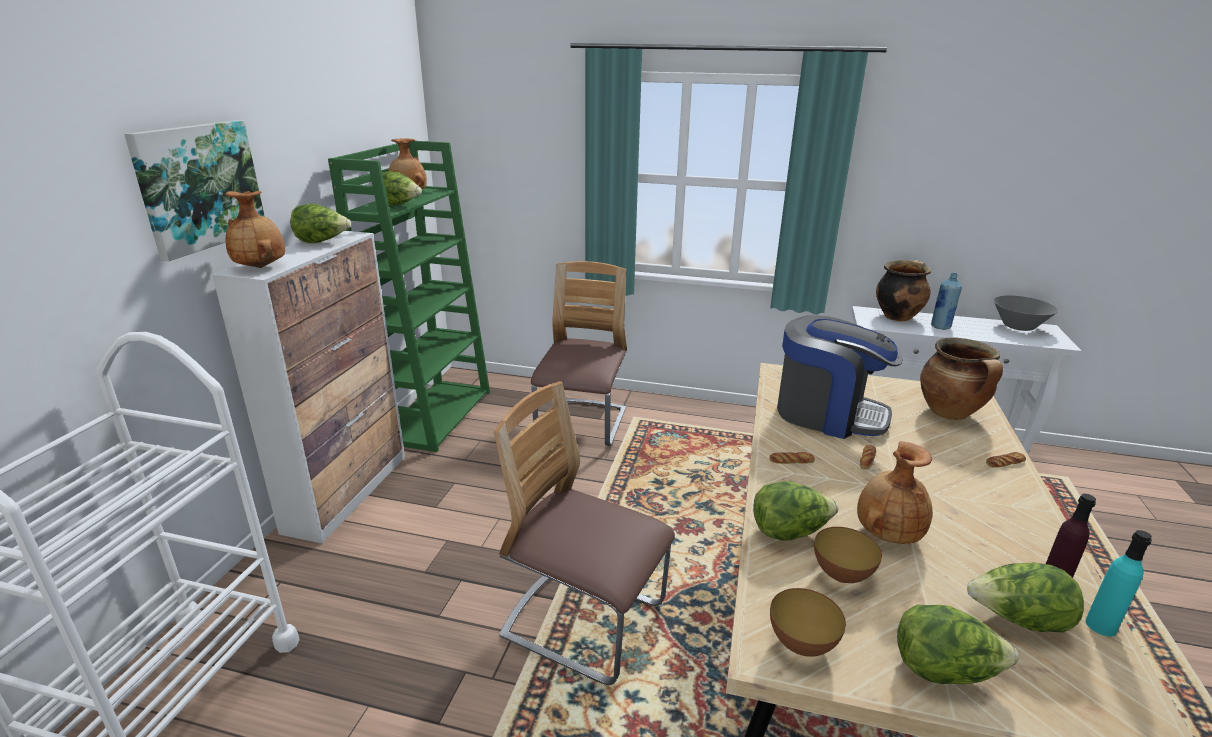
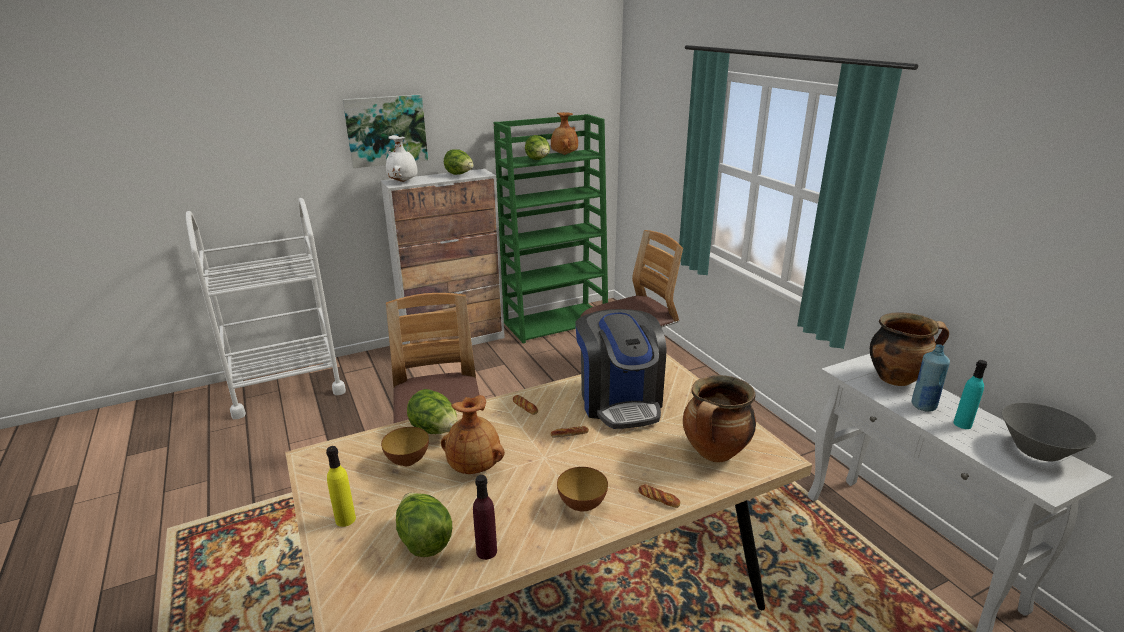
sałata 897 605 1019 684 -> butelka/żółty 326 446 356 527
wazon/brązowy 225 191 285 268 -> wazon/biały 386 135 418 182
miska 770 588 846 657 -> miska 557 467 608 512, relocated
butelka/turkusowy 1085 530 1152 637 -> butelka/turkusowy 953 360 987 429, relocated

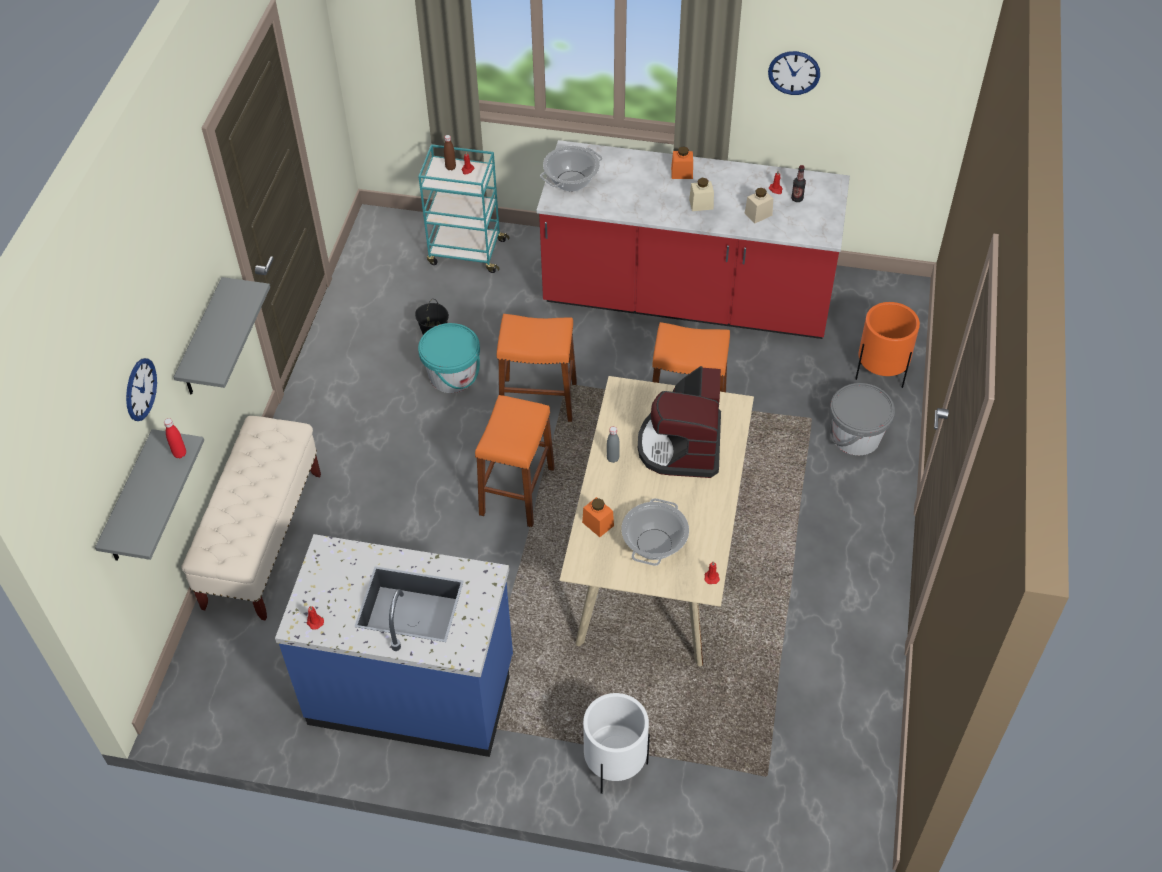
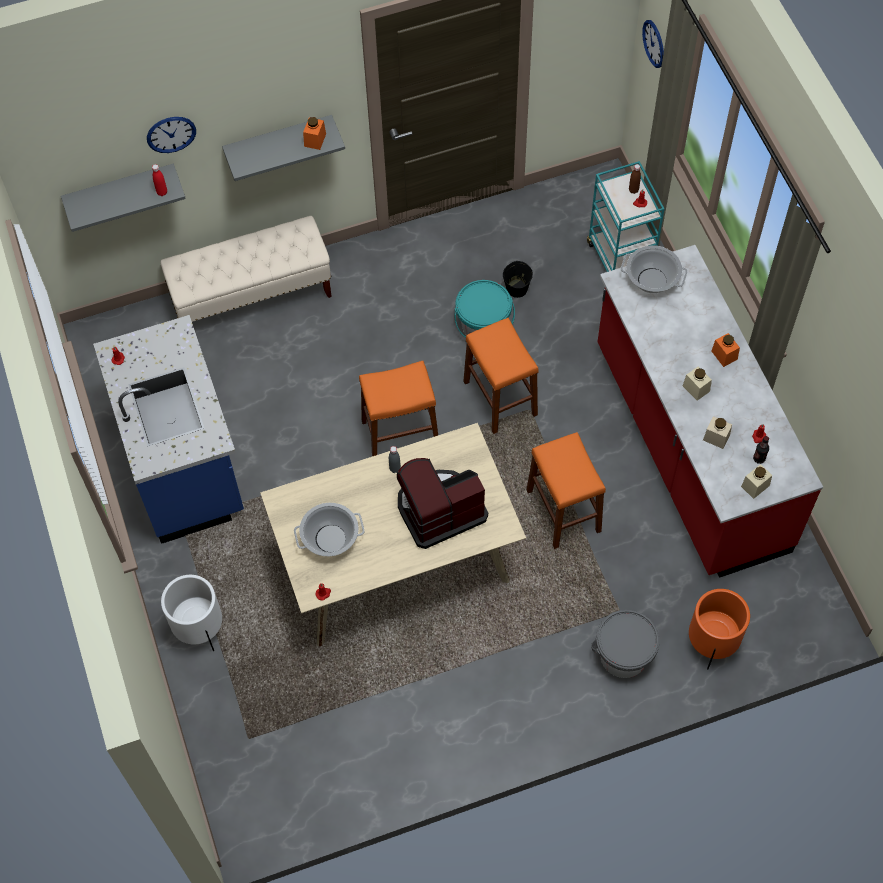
słoik/pomarańczowy 582 497 614 537 -> słoik/pomarańczowy 303 117 326 150, relocated
zegar ścienny 768 51 820 95 -> zegar ścienny 642 20 664 68, relocated
none -> słoik/beżowy 741 464 772 499

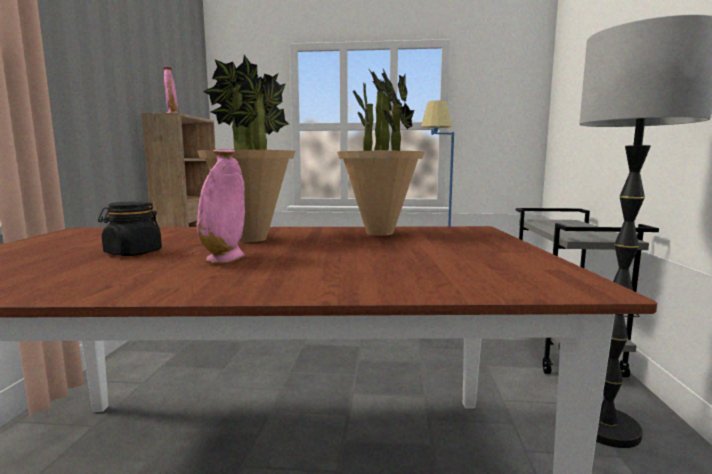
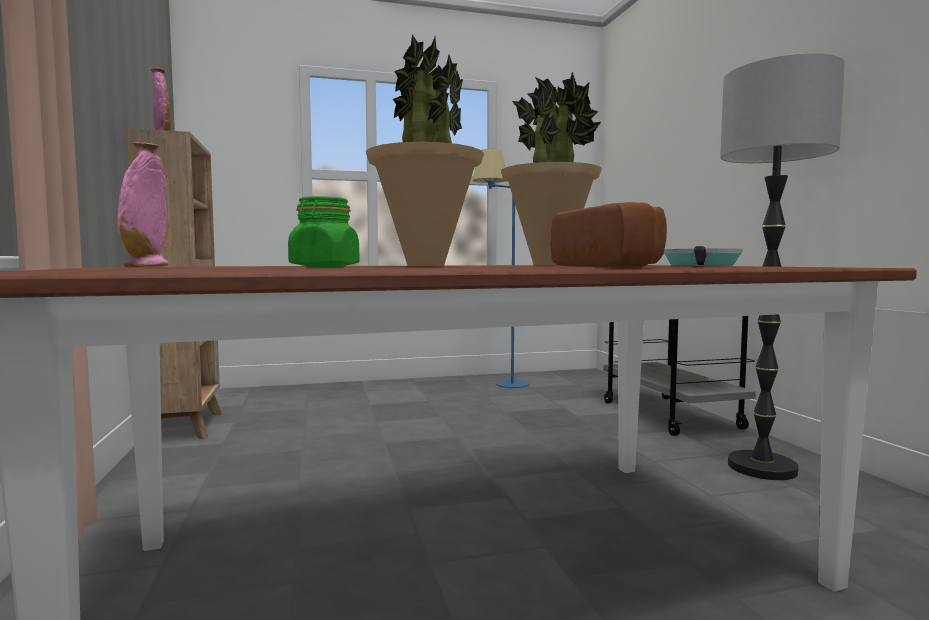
wazon/różowy 197 150 245 264 -> wazon/różowy 117 142 169 267, relocated
słoik/czarny 98 201 162 256 -> słoik/zielony 288 196 360 268
none -> chleb 550 202 667 268
none -> patelnia 664 246 742 266

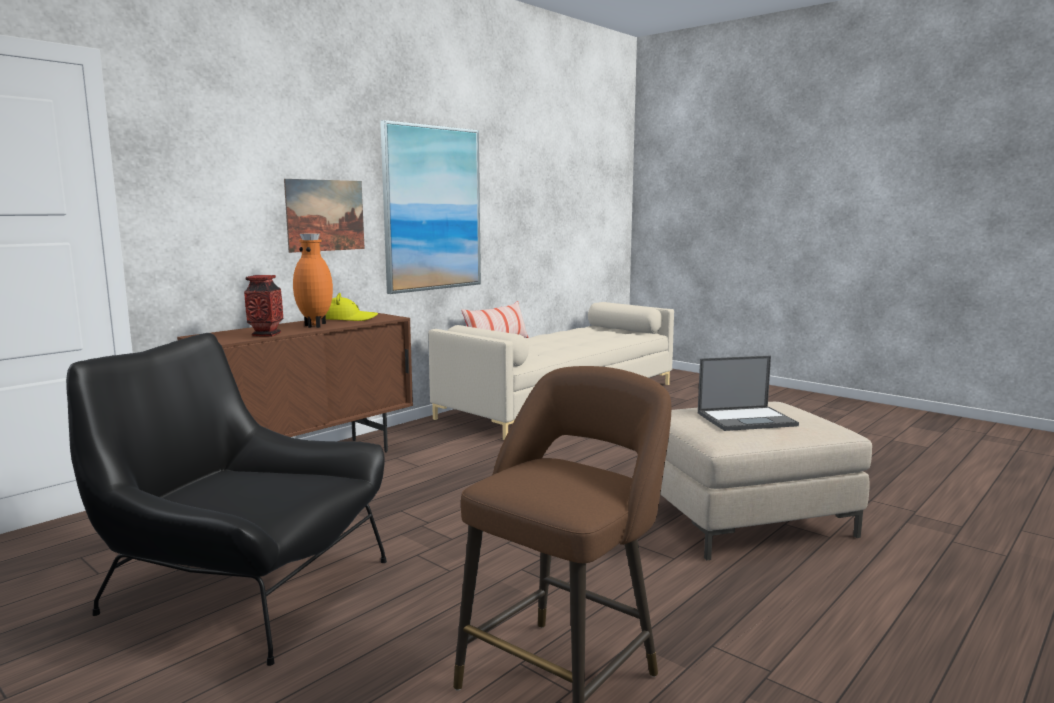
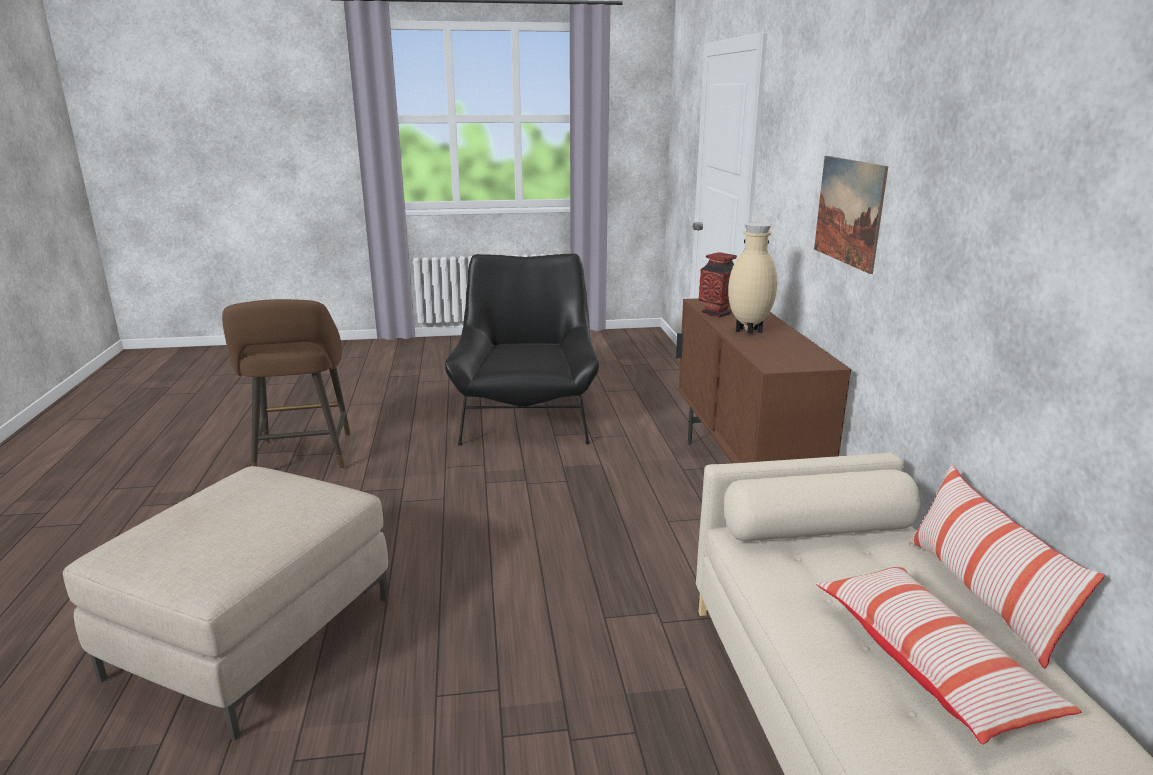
fotel/czarny 66 333 387 666 -> fotel/czarny 445 254 599 446, 60 degrees counterclockwise
wazon/pomarańczowy 293 233 333 328 -> wazon/beżowy 728 223 777 333
none -> poduszka 816 565 1081 744
kapelusz/żółty 326 293 378 321 -> none
obraz 380 120 481 294 -> none
laptop 698 356 799 431 -> none

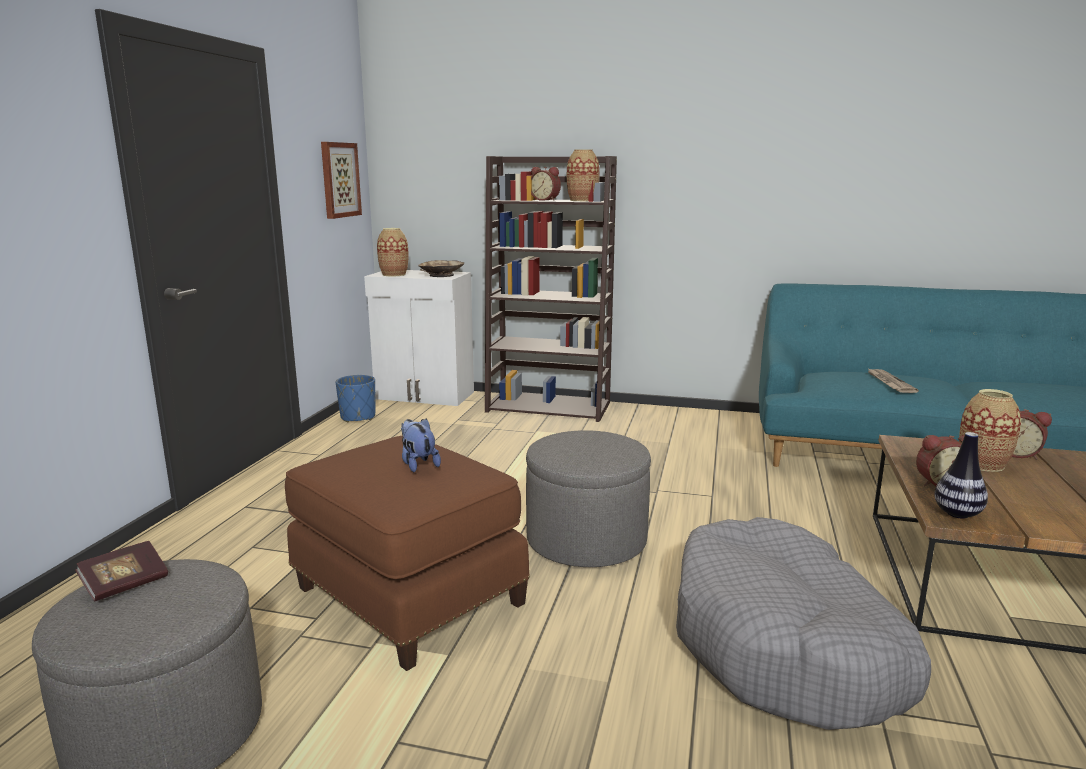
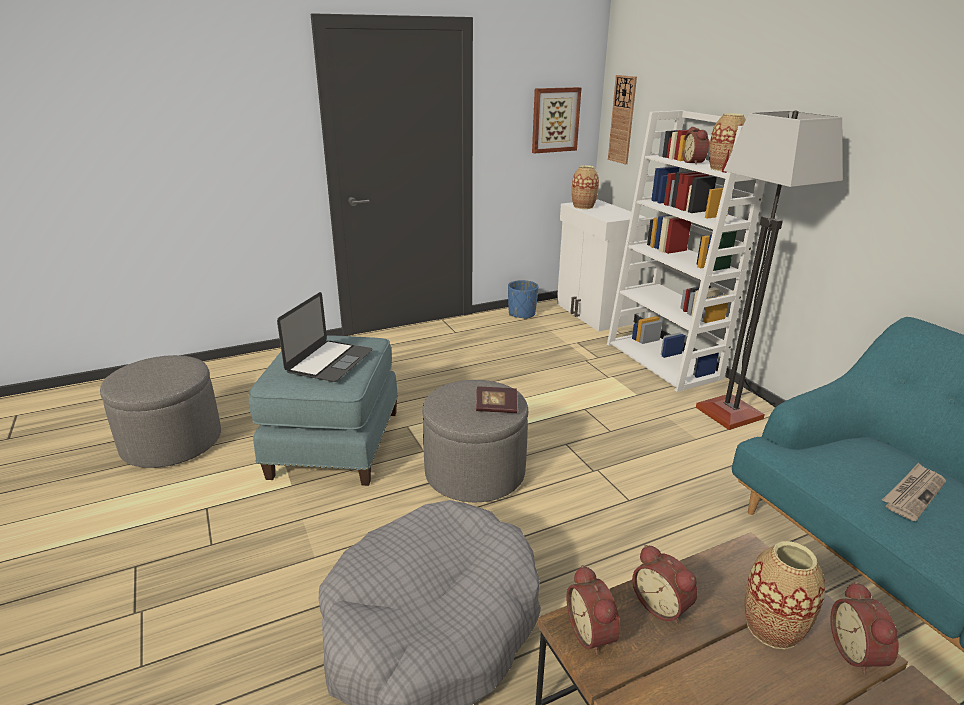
pufa/brązowy 285 436 530 671 -> pufa/niebieski 249 335 398 486
pluszak 401 418 441 472 -> laptop 277 292 373 382
książka 75 541 168 602 -> książka 476 387 517 413, relocated
wazon 935 432 988 519 -> budzik 567 565 620 656
regał/brązowy 485 156 617 422 -> regał/biały 607 110 765 392
none -> zegar ścienny 608 75 637 164
none -> lampa stojąca 696 110 843 430
miska/beżowy 418 260 464 277 -> none

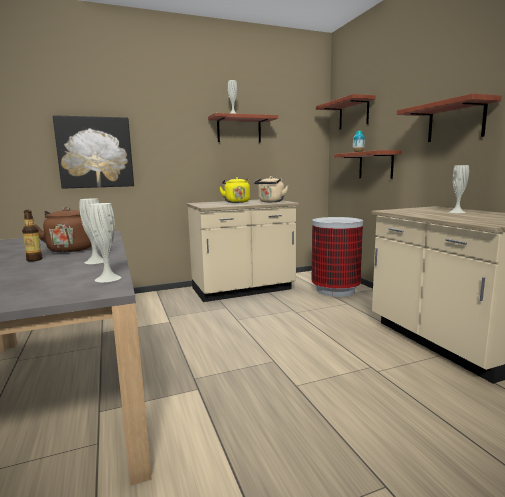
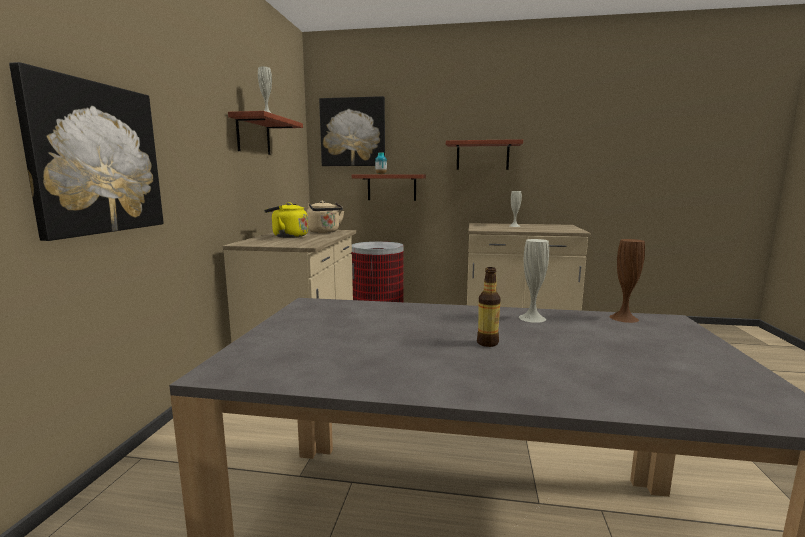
półka 316 94 376 130 -> obraz 319 96 385 166
wazon/biały 89 203 121 282 -> wazon/brązowy 609 239 645 323
czajnik/brązowy 34 207 92 253 -> none

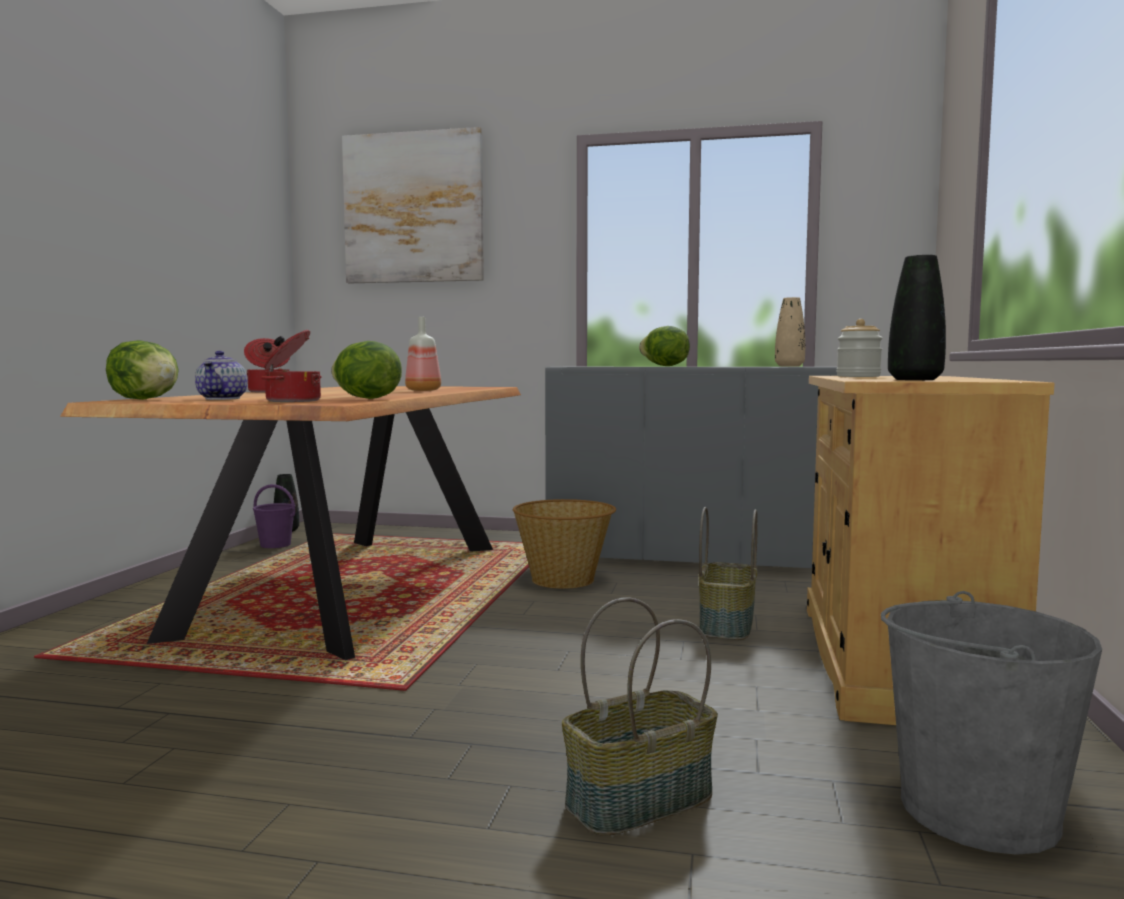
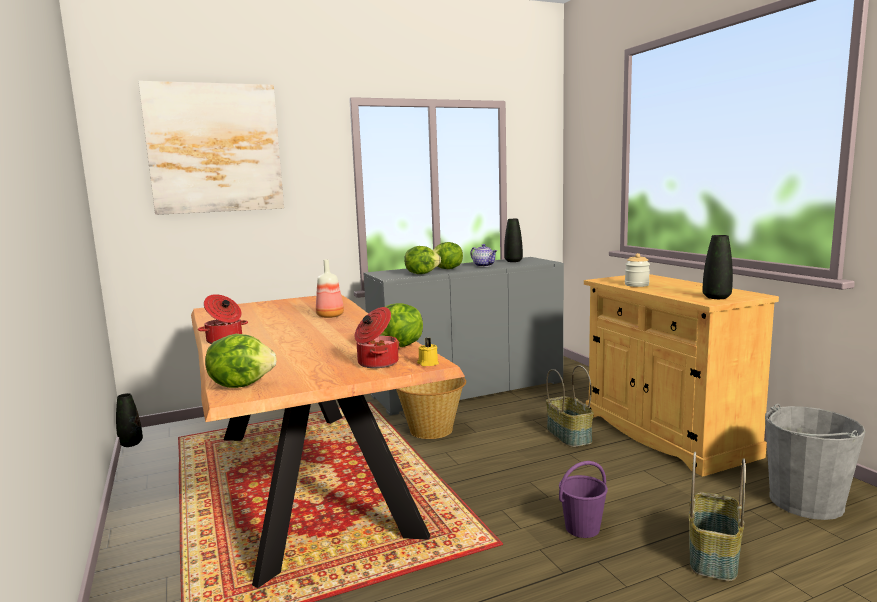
none -> sałata 404 246 441 274
none -> świeca/żółty 417 337 439 366
imbryk 195 351 248 400 -> imbryk 470 244 497 267, relocated
wazon/beżowy 775 297 805 366 -> wazon/czarny 504 219 523 262
wiadro/fioletowy 253 484 295 548 -> wiadro/fioletowy 559 461 608 538, relocated

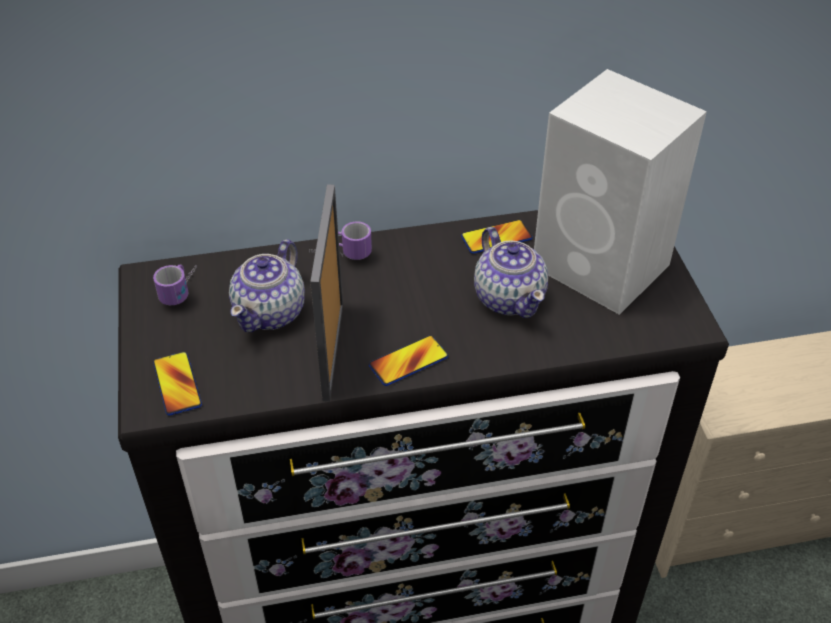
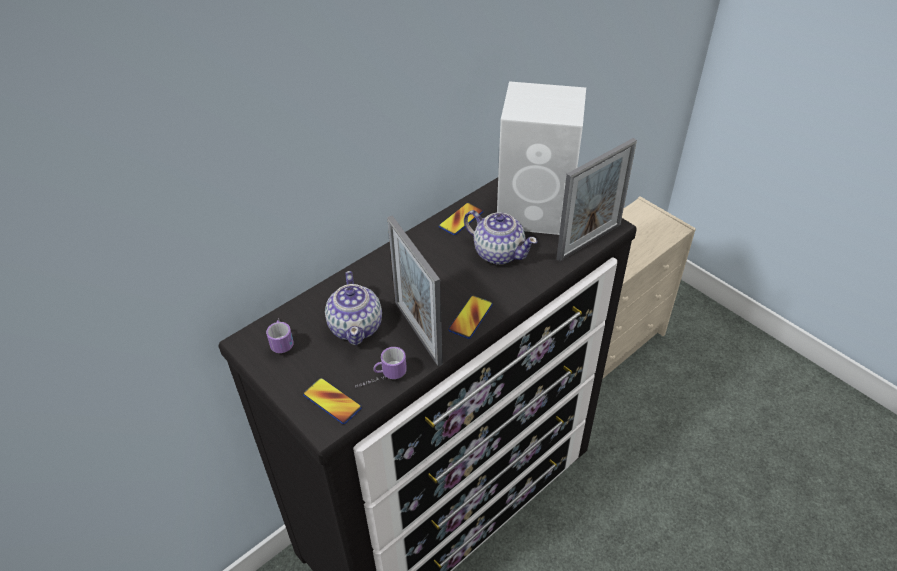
kubek 309 222 372 260 -> kubek 355 347 407 387, relocated
none -> ramka na zdjęcie 556 138 637 262

